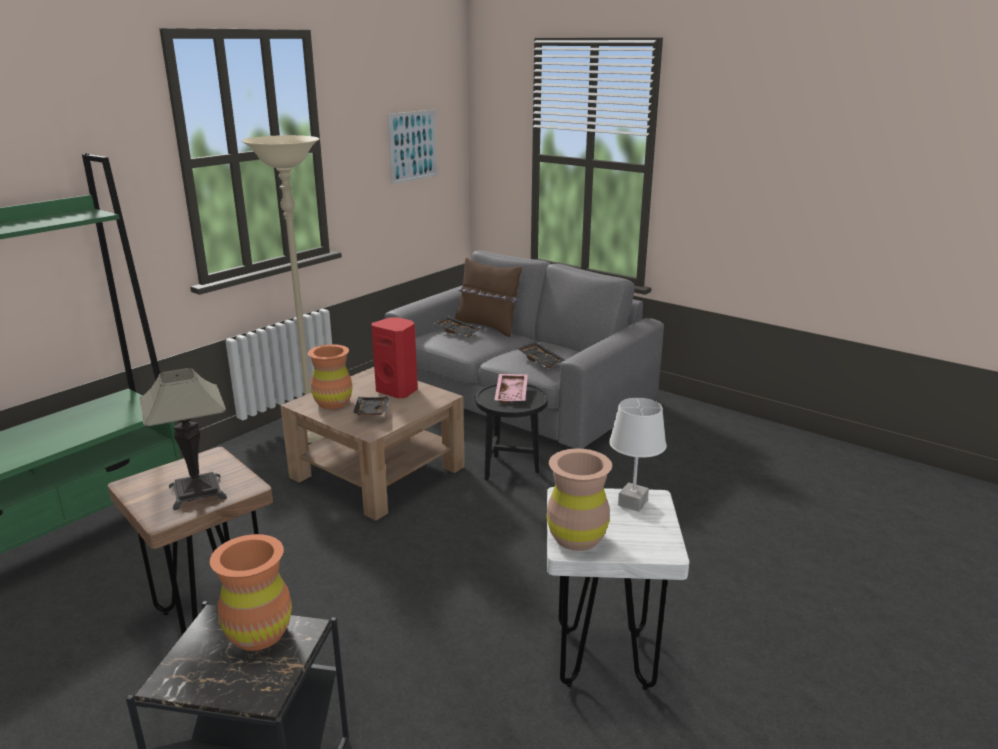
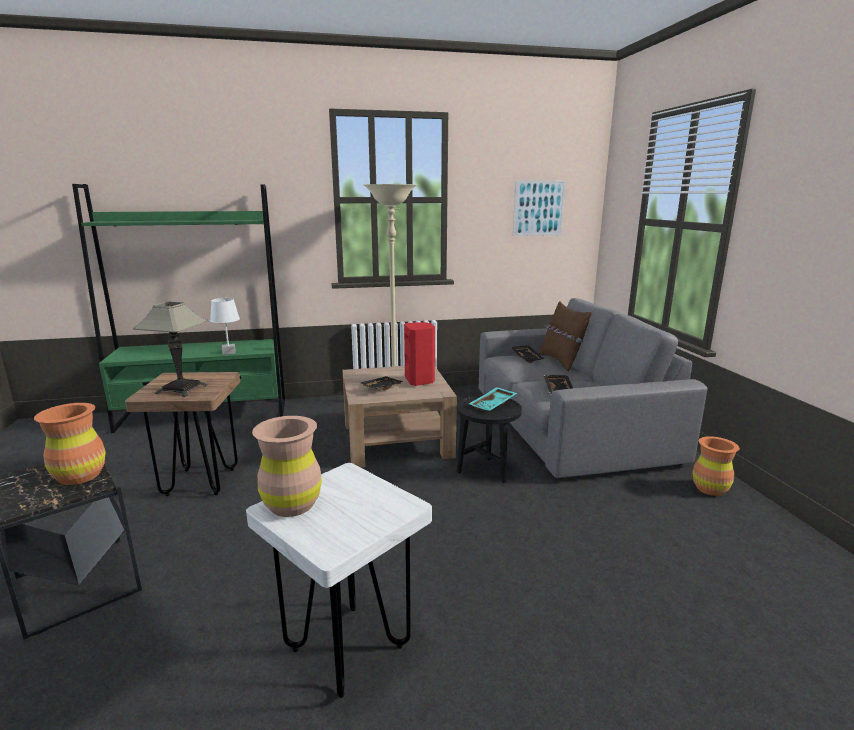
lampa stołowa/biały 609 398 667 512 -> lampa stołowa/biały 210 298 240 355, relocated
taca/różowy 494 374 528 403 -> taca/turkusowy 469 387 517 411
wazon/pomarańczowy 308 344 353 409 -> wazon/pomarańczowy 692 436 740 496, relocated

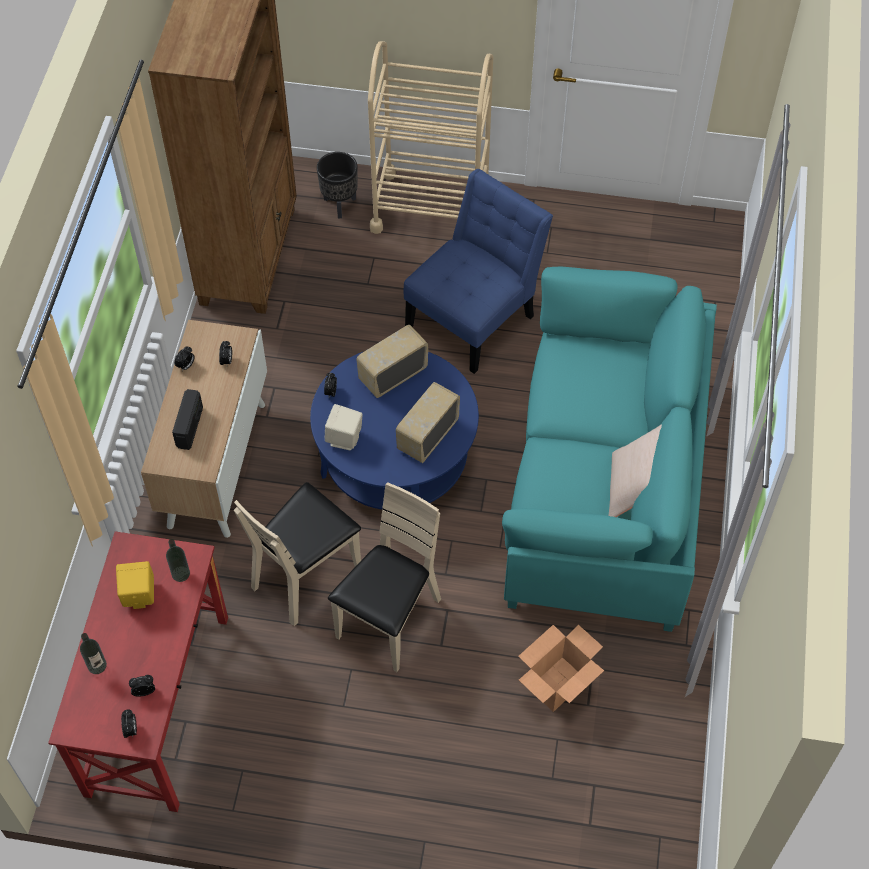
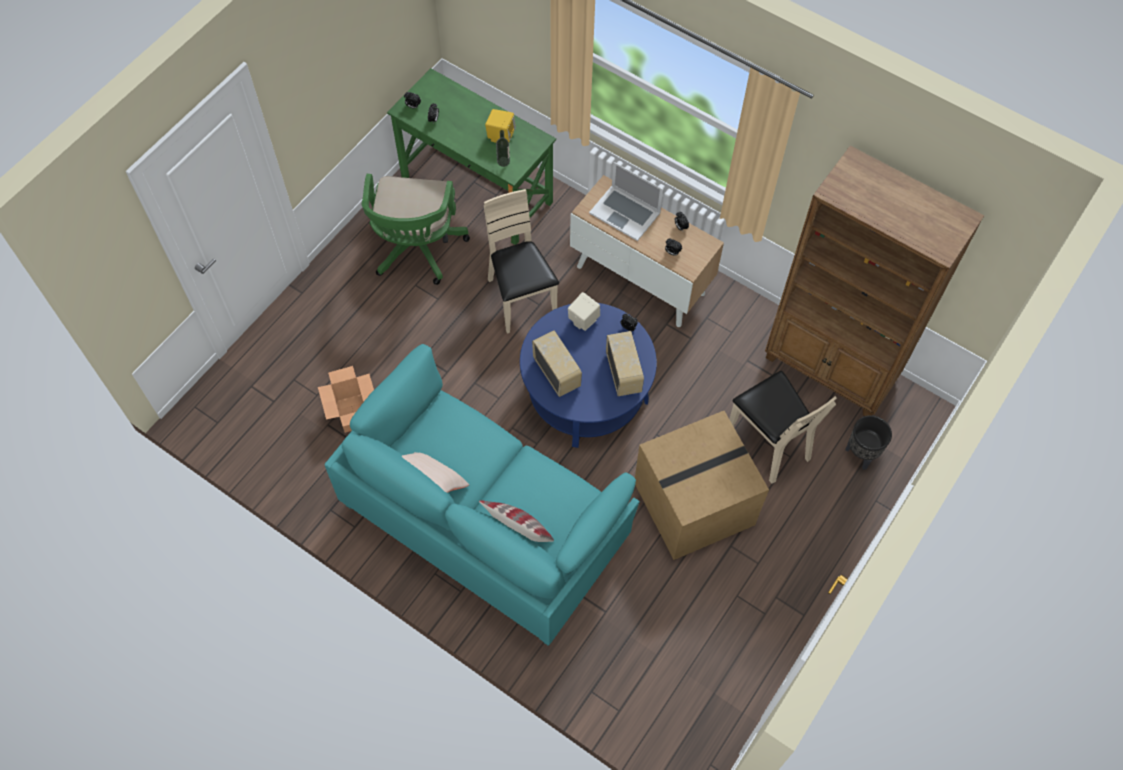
none -> krzesło biurowe/zielony 362 174 470 285
biurko/czerwony 48 531 228 812 -> biurko/zielony 387 68 556 245
none -> poduszka 479 500 554 542
radio 172 389 203 450 -> laptop 589 162 663 241
krzesło/niebieski 403 169 553 374 -> karton 635 411 769 560
krzesło/beżowy 328 482 441 672 -> krzesło/beżowy 729 371 837 484, relocated
butelka 80 633 107 674 -> none
wózek/beżowy 368 41 493 234 -> none

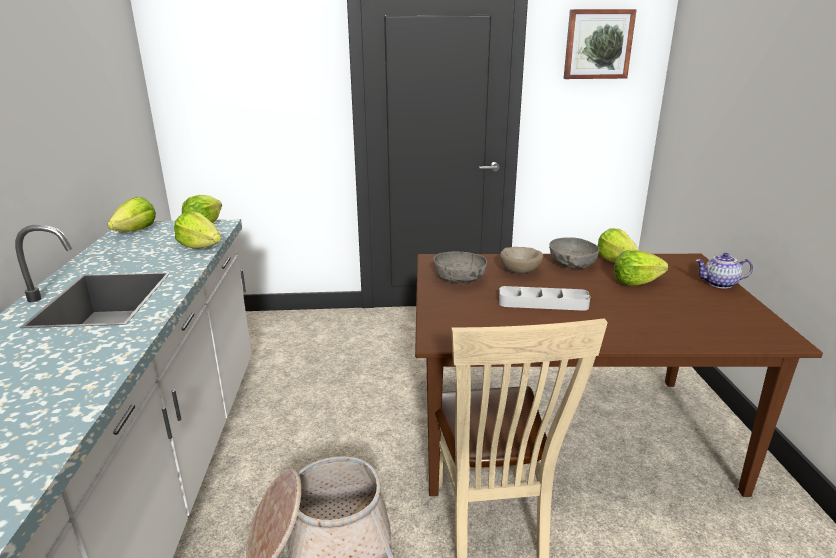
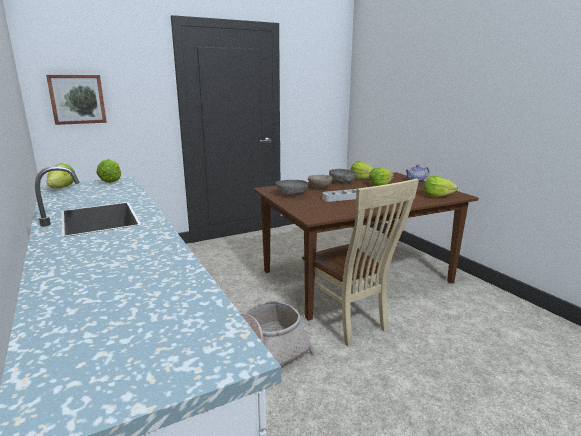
obraz 564 9 637 79 -> obraz 46 75 107 125, relocated
sałata 174 211 221 249 -> sałata 424 176 458 197, relocated

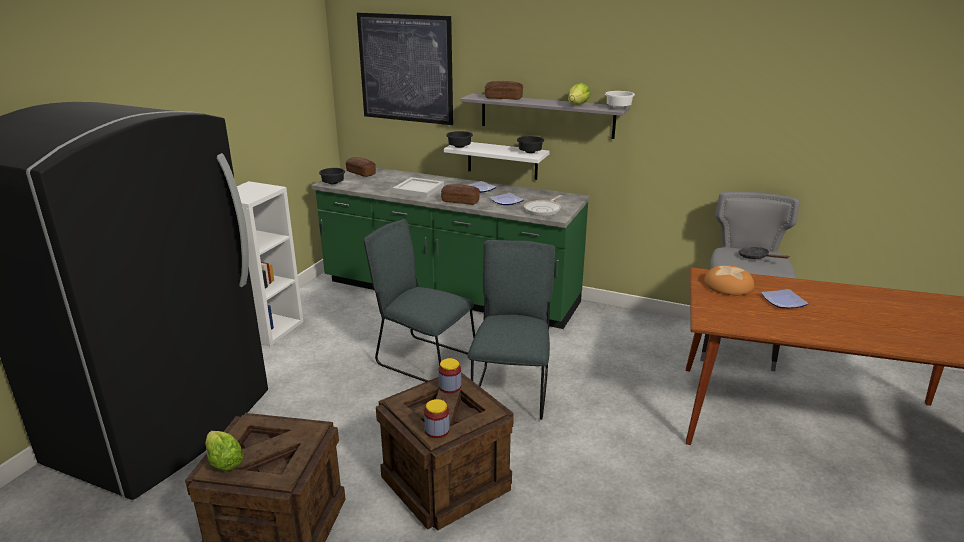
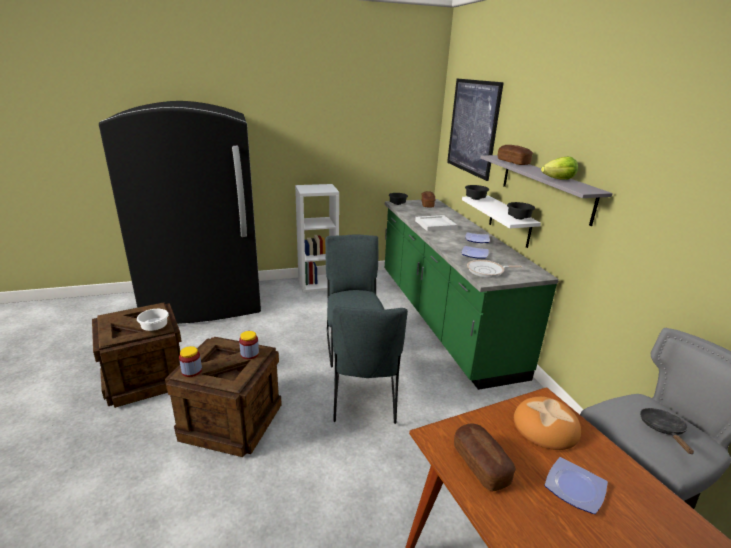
miska/biały 605 91 635 108 -> miska/biały 137 309 169 331, relocated
krzesło/szary 468 240 555 420 -> krzesło/szary 332 307 408 424, 120 degrees clockwise
chleb 441 184 480 205 -> chleb 454 424 516 491, relocated
sałata 205 431 243 471 -> none

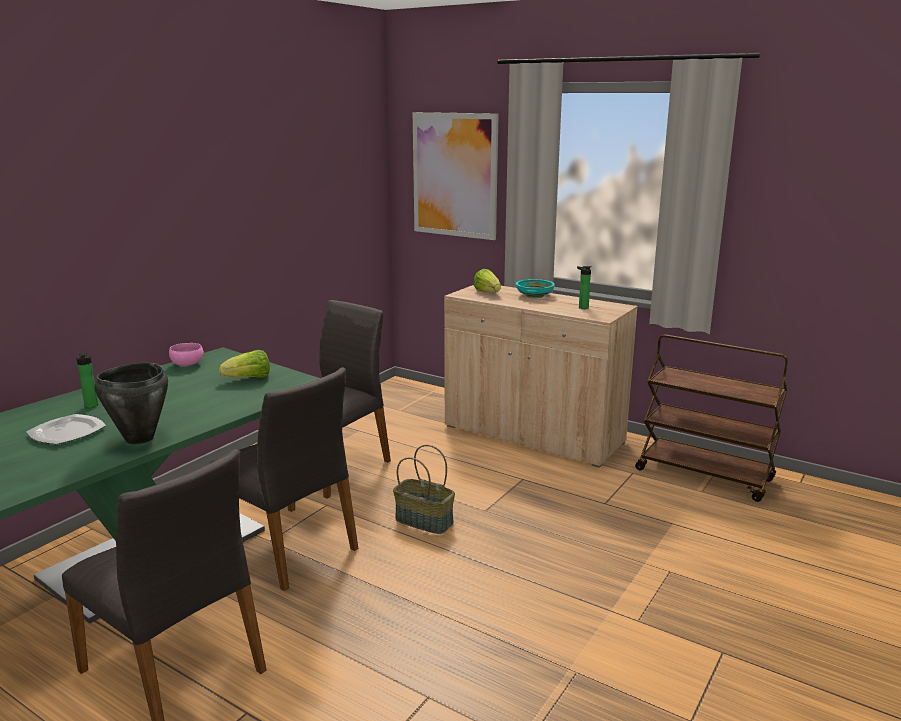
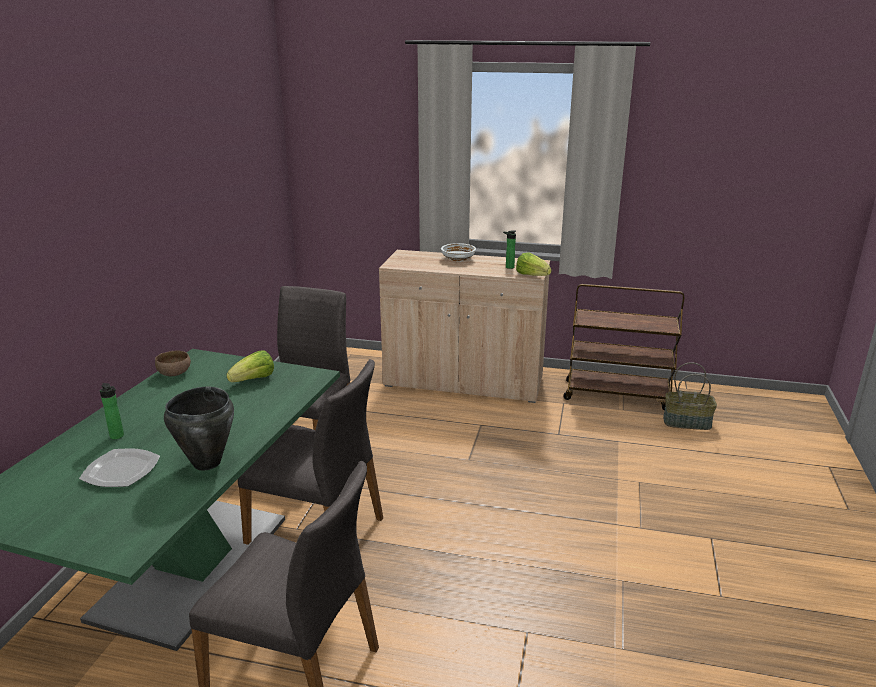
miska/różowy 169 343 204 366 -> miska/brązowy 155 350 191 376
miska/turkusowy 516 279 555 298 -> miska/biały 441 243 476 262
sałata 473 269 501 292 -> sałata 516 253 552 276, relocated
koszyk 393 445 455 534 -> koszyk 663 362 717 430, relocated
obraz 413 112 499 240 -> none

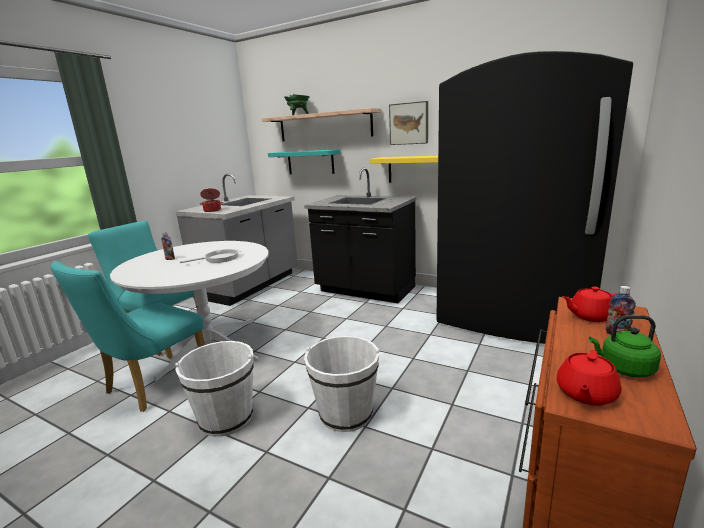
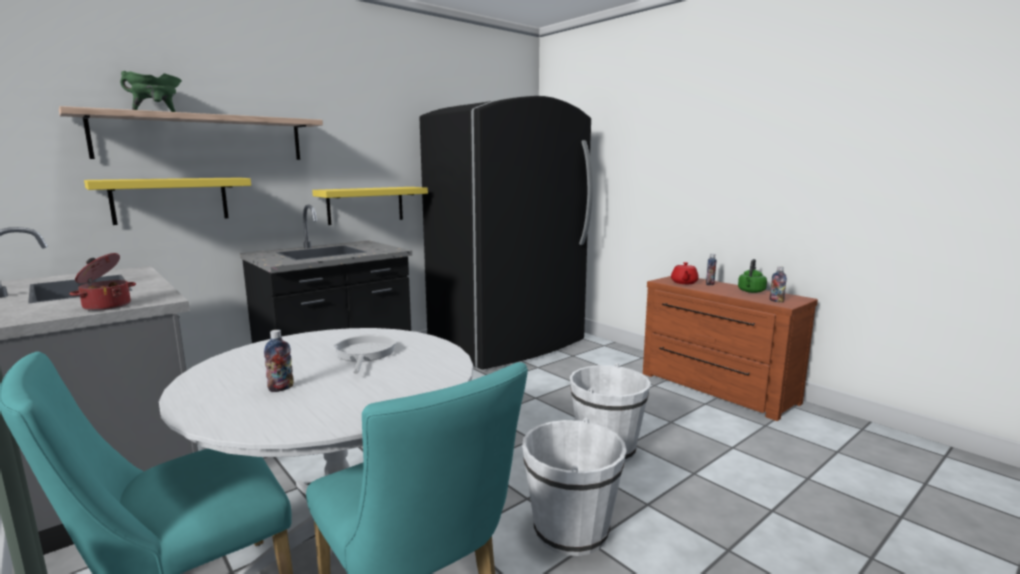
półka/turkusowy 268 149 341 174 -> półka/żółty 84 177 251 225
imbryk/czerwony 557 350 621 406 -> butelka 770 266 787 303
obraz 389 101 428 145 -> none

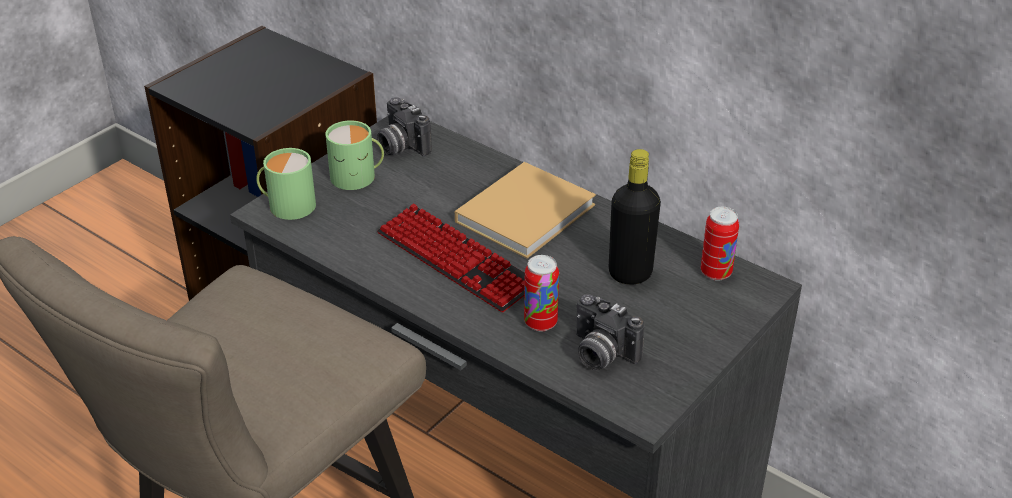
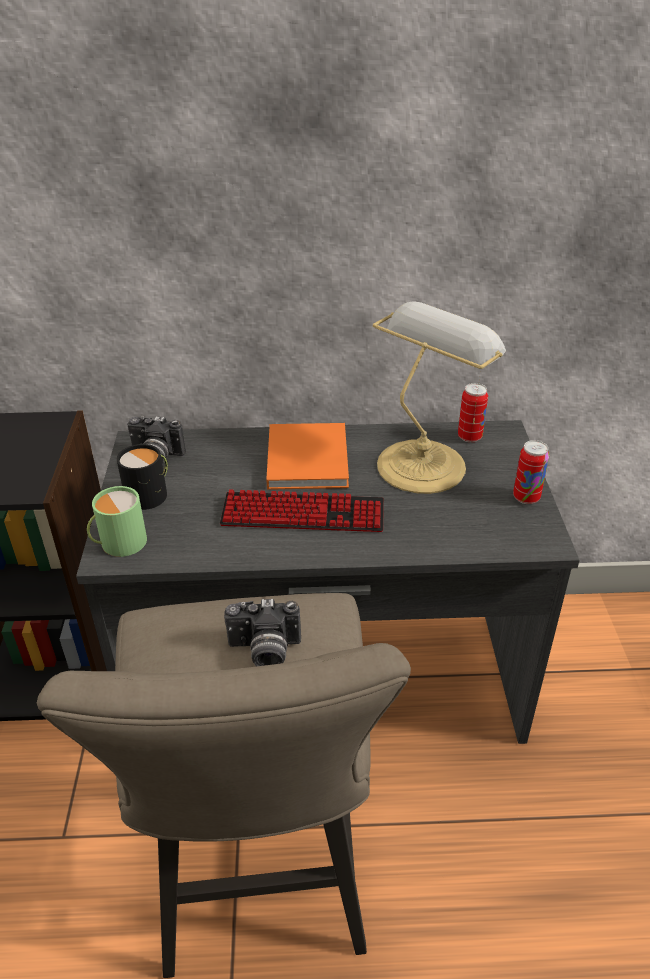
kubek/zielony 326 120 384 190 -> kubek/czarny 117 444 168 510
aparat fotograficzny 576 294 644 370 -> aparat fotograficzny 224 599 301 666, relocated
książka/beżowy 455 162 596 259 -> książka/pomarańczowy 266 423 349 490
butelka/czarny 609 149 661 284 -> lampa stołowa 373 301 506 494
puszka 524 255 559 331 -> puszka 513 440 549 504, relocated

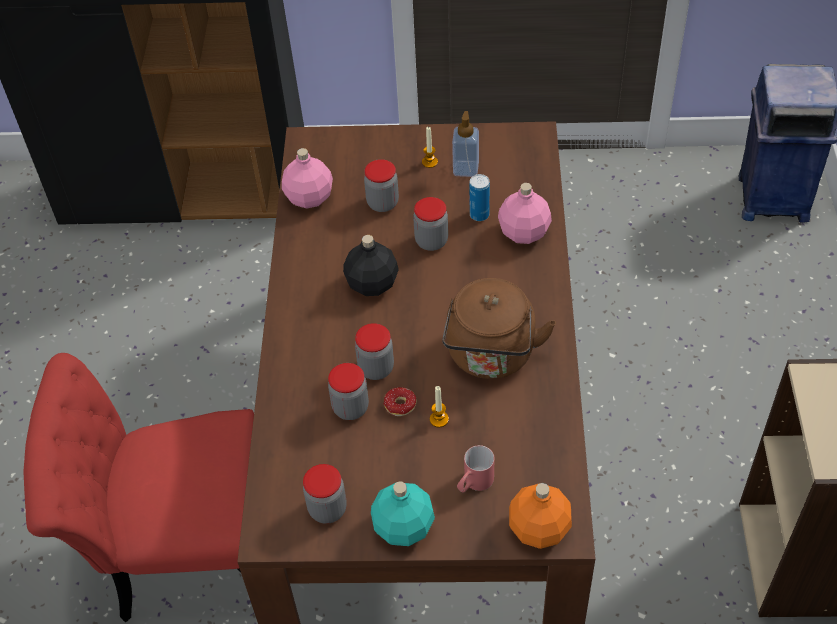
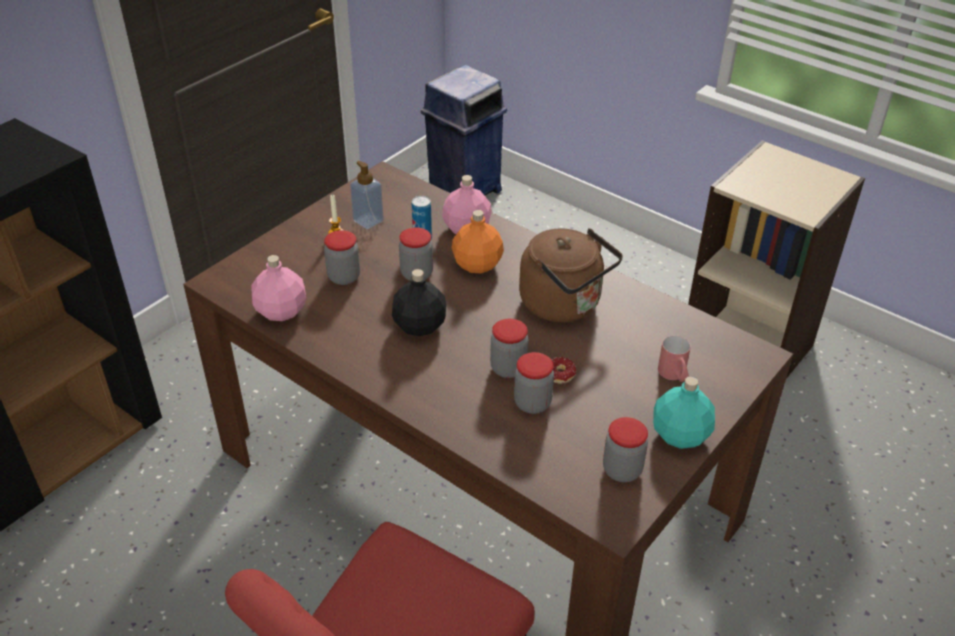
butelka/pomarańczowy 509 483 572 549 -> butelka/pomarańczowy 452 210 504 273, relocated
świeca 430 386 449 427 -> none

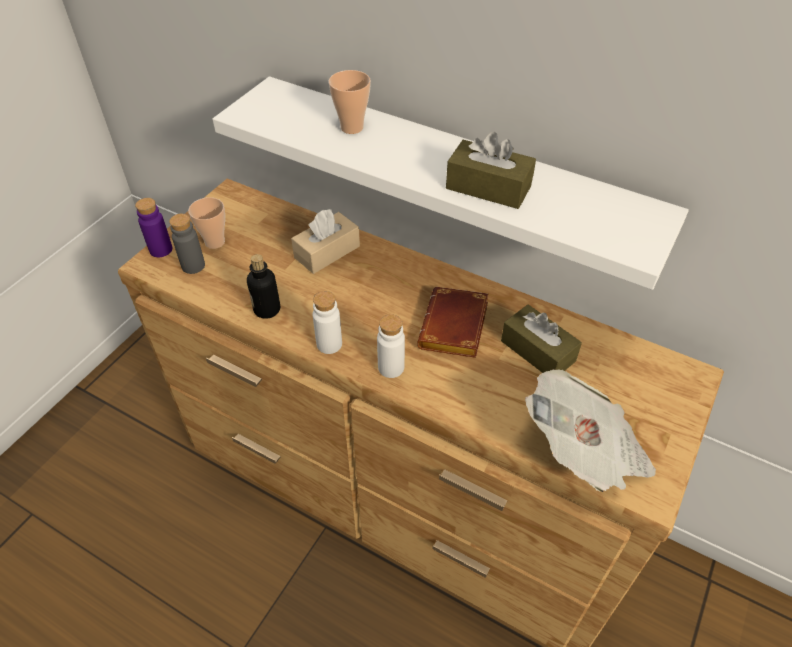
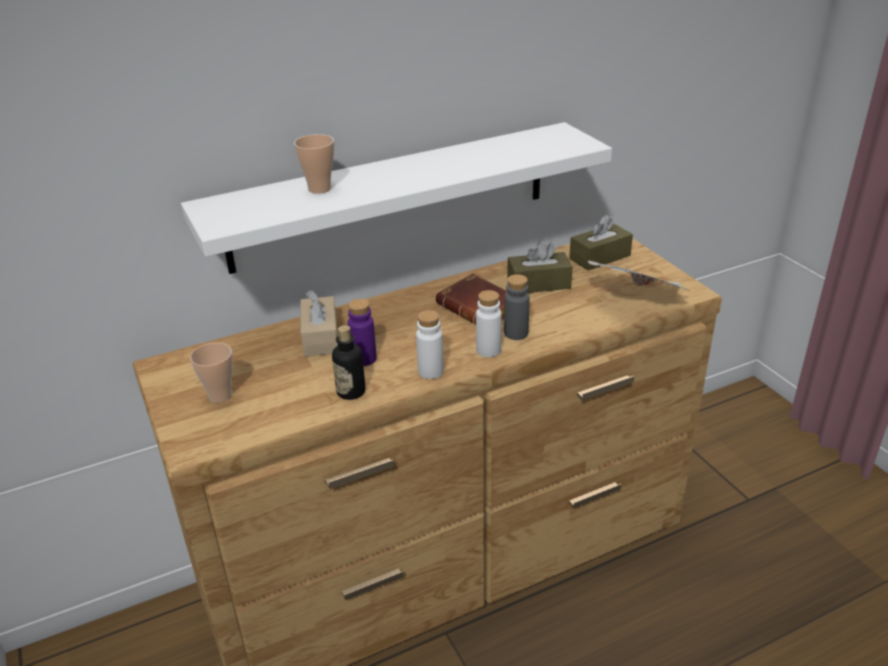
butelka/fioletowy 135 198 172 257 -> butelka/fioletowy 348 299 377 366, relocated
butelka/szary 169 214 205 274 -> butelka/szary 504 274 530 340, relocated
pudełko chusteczek/brązowy 446 132 536 209 -> pudełko chusteczek/brązowy 569 215 633 270, relocated

